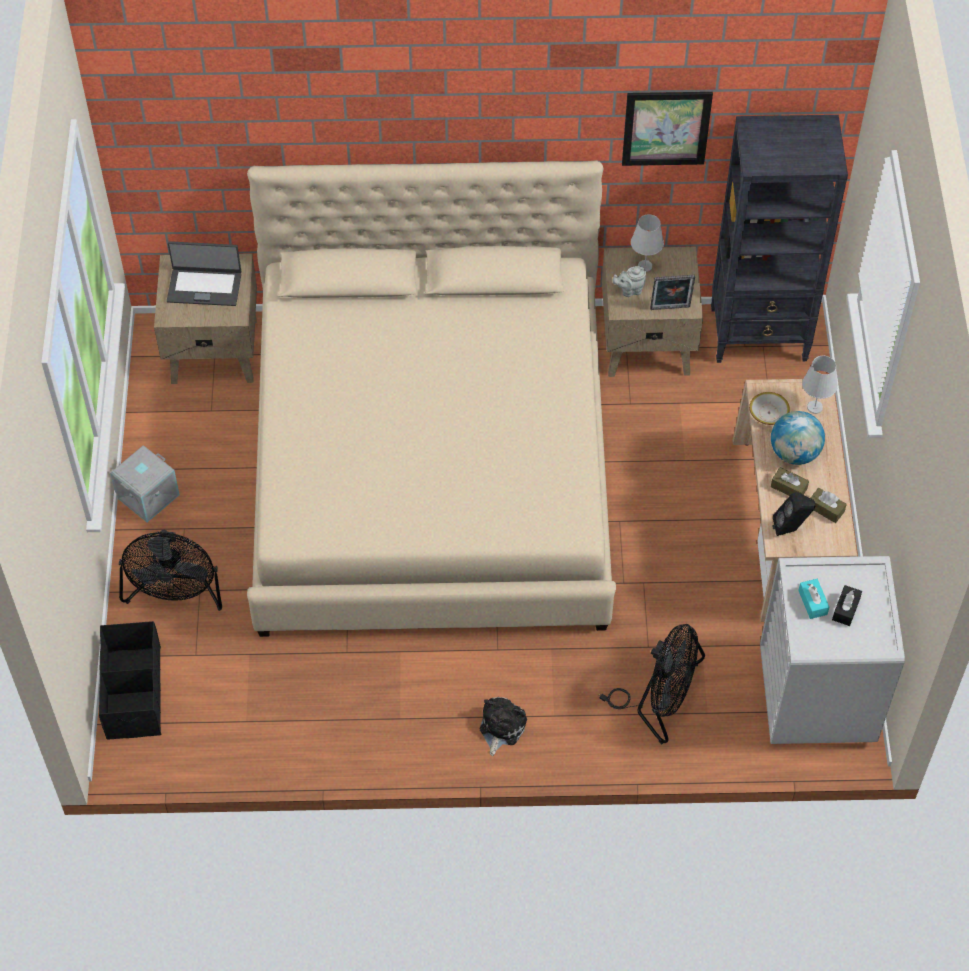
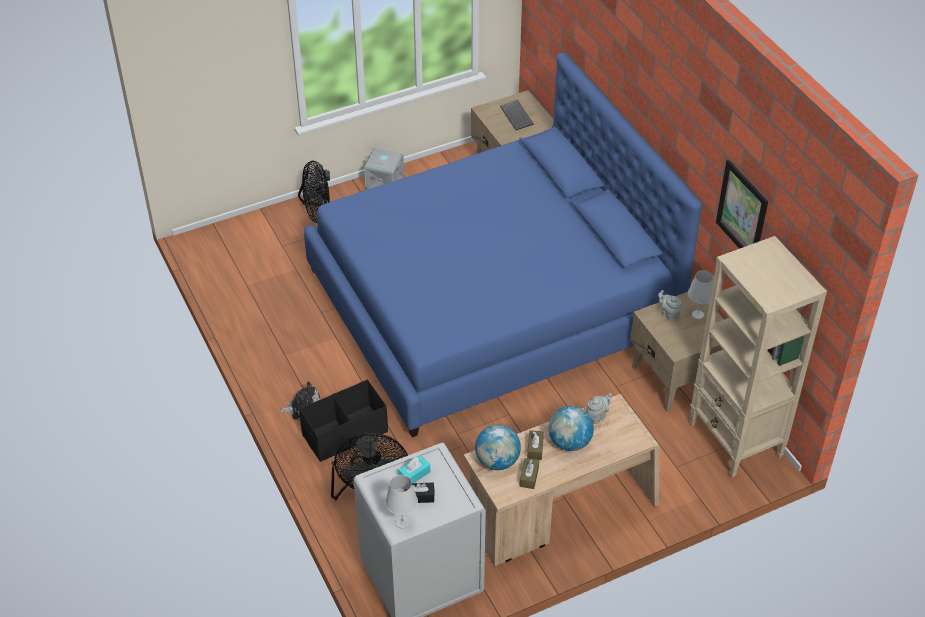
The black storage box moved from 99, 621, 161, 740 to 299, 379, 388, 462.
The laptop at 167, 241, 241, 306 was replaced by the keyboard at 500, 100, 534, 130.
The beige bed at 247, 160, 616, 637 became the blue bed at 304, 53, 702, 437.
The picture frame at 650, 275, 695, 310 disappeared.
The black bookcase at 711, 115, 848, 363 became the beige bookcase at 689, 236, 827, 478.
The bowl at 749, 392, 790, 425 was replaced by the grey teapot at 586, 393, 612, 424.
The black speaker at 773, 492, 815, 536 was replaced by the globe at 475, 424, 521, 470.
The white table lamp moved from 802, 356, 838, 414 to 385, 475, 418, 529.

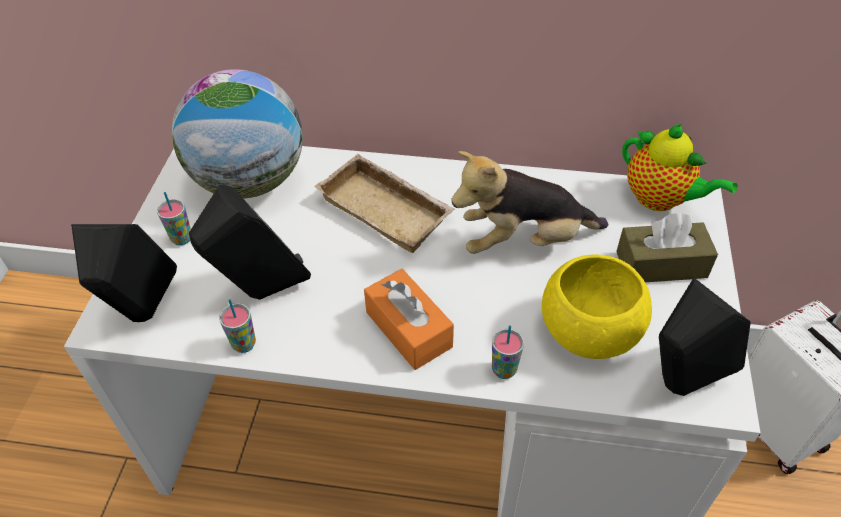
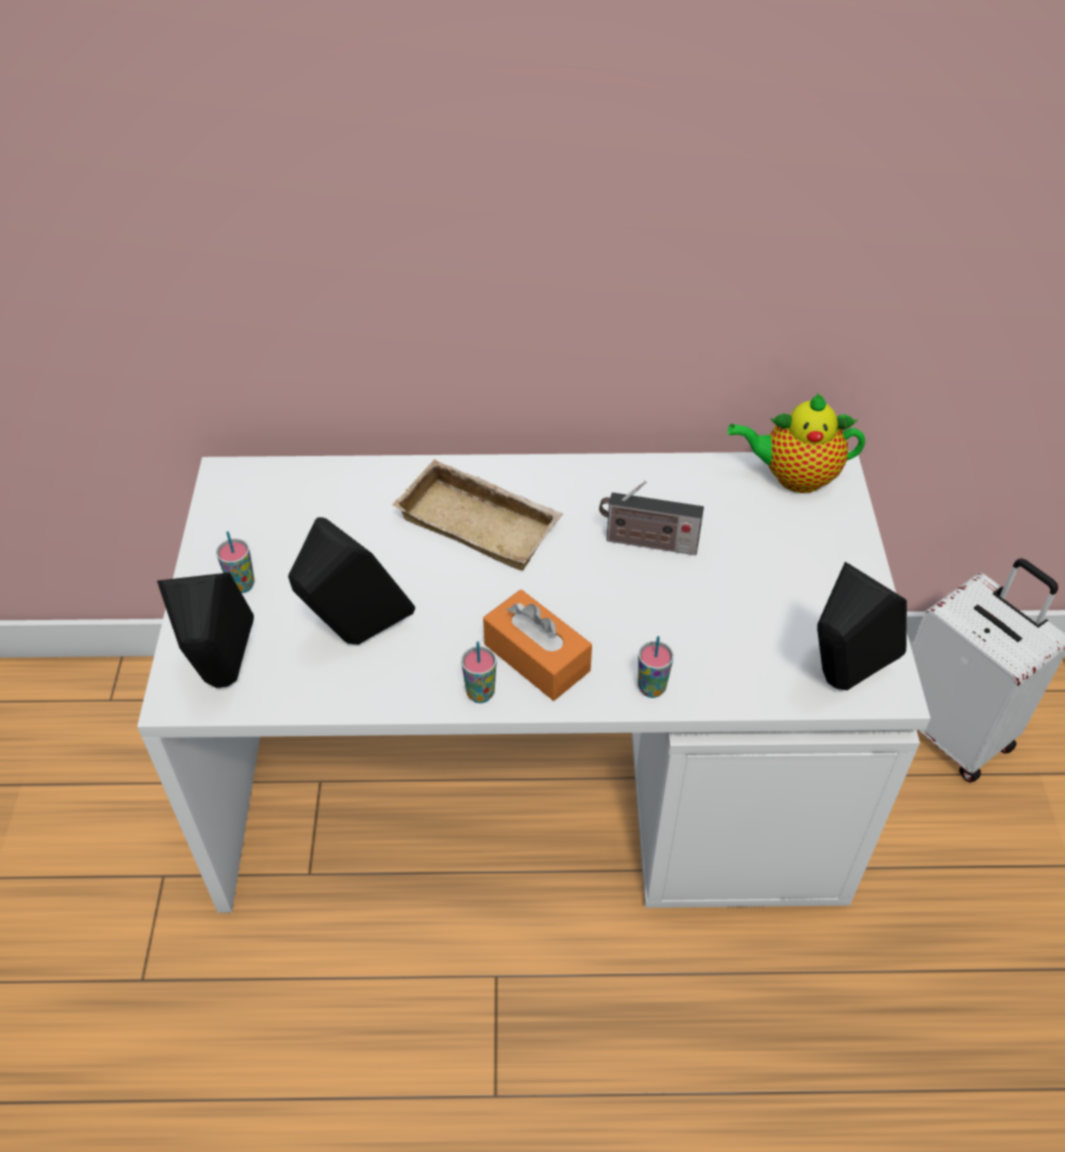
The globe at 172, 69, 303, 199 disappeared.
The cup moved from 219, 299, 256, 353 to 461, 641, 497, 703.
The plush toy at 451, 151, 608, 254 was replaced by the radio at 599, 480, 704, 555.
The yellow bowl at 542, 255, 652, 359 disappeared.
The brown tissue box at 616, 213, 718, 282 disappeared.
The teapot at 622, 124, 738, 211 turned 150 degrees clockwise.

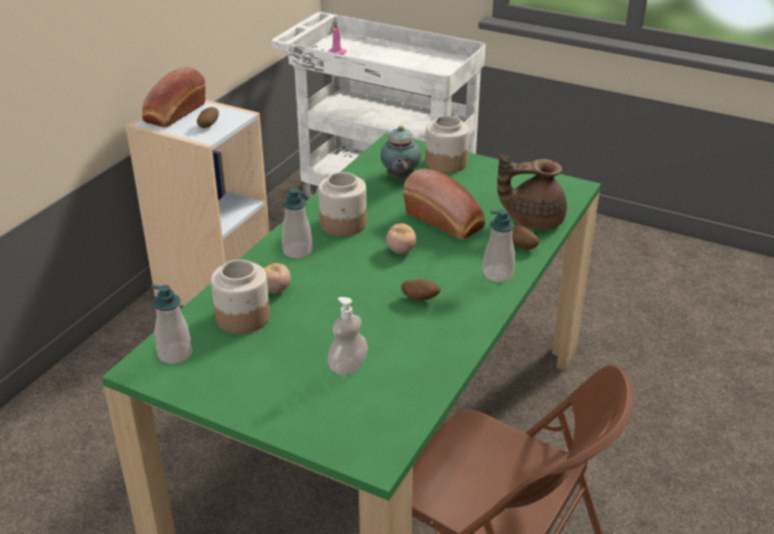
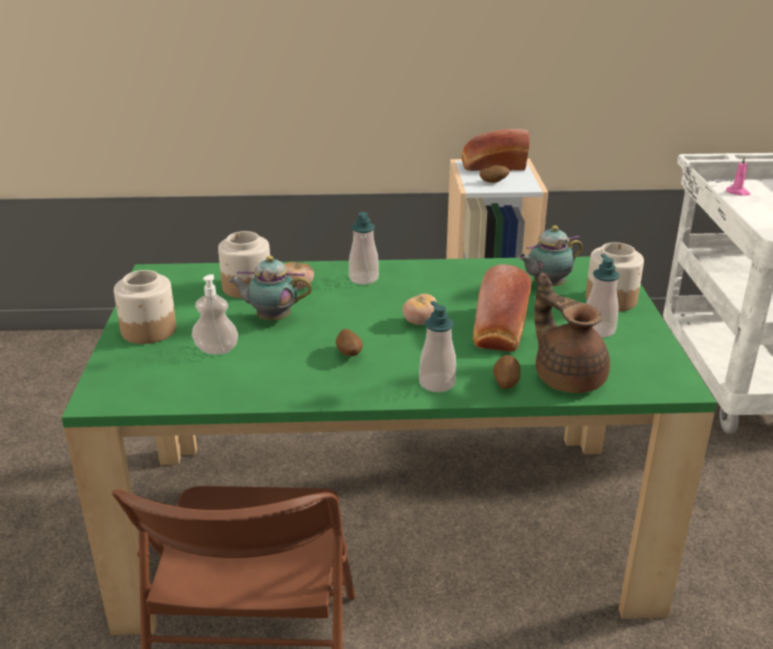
The soap dispenser moved from 151, 284, 193, 364 to 586, 254, 620, 338.
The jar moved from 318, 172, 367, 236 to 114, 270, 176, 344.
The teapot at 228, 256, 312, 320 appeared.

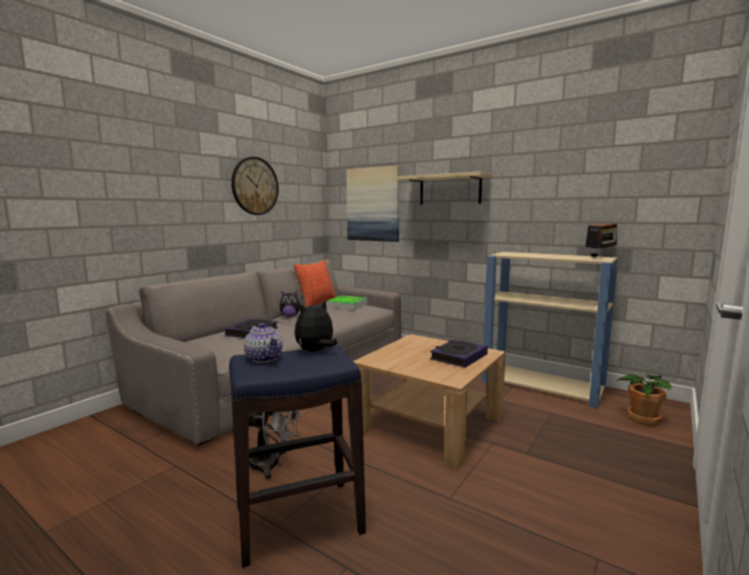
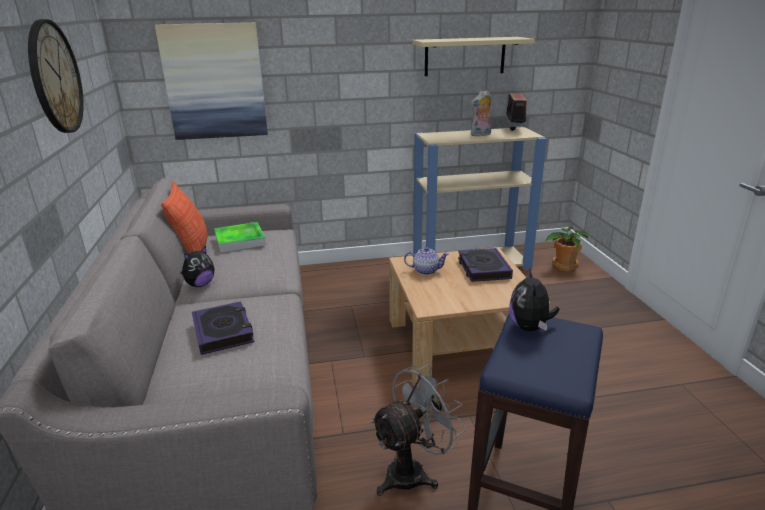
The teapot moved from 244, 323, 283, 363 to 404, 247, 449, 275.
The beige shelf moved from 397, 172, 493, 204 to 412, 37, 535, 76.
The plush toy at 471, 90, 492, 136 appeared.

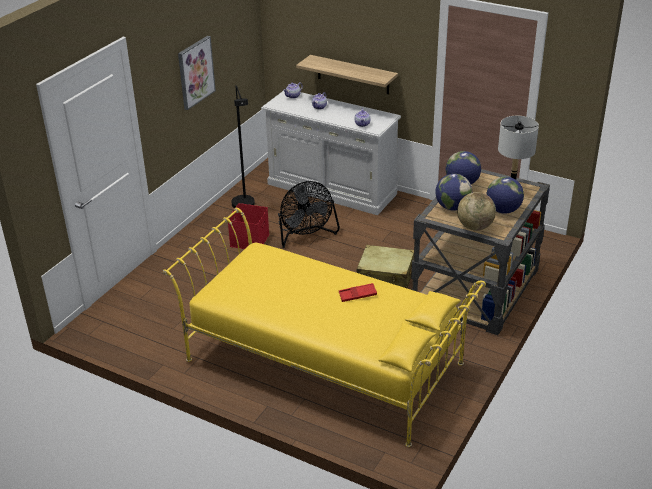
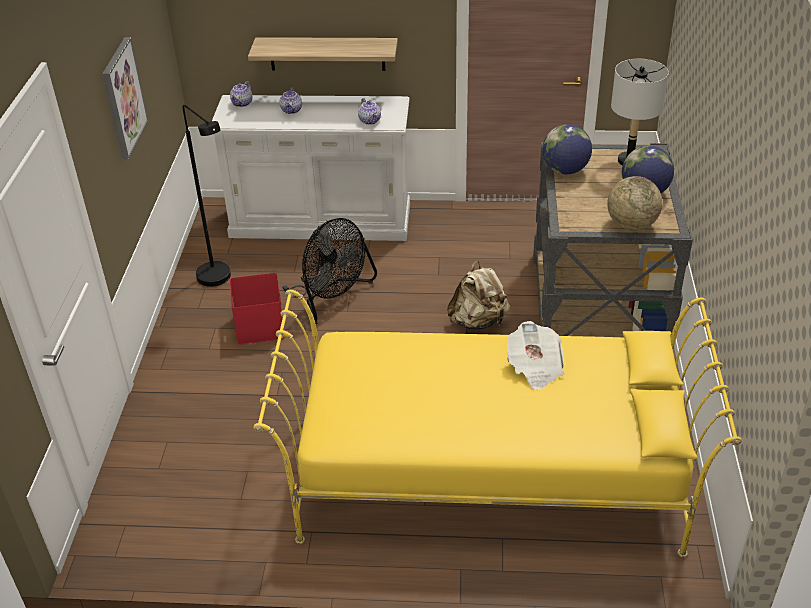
The red tray at 339, 283, 377, 302 was replaced by the newspaper at 507, 321, 565, 390.
The beige suitcase at 357, 245, 414, 288 was replaced by the beige backpack at 447, 261, 510, 330.
The globe at 435, 174, 472, 210 disappeared.

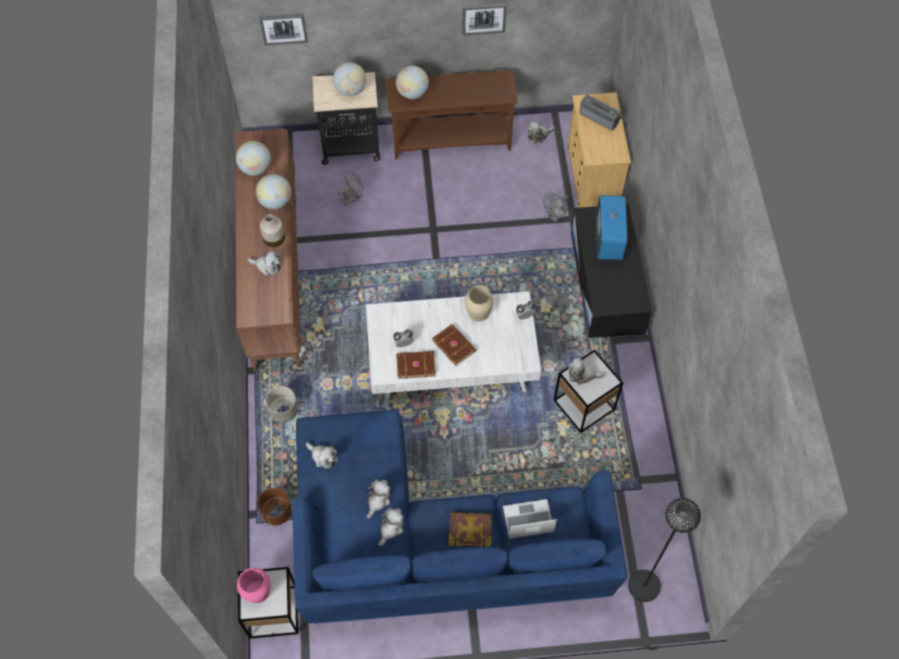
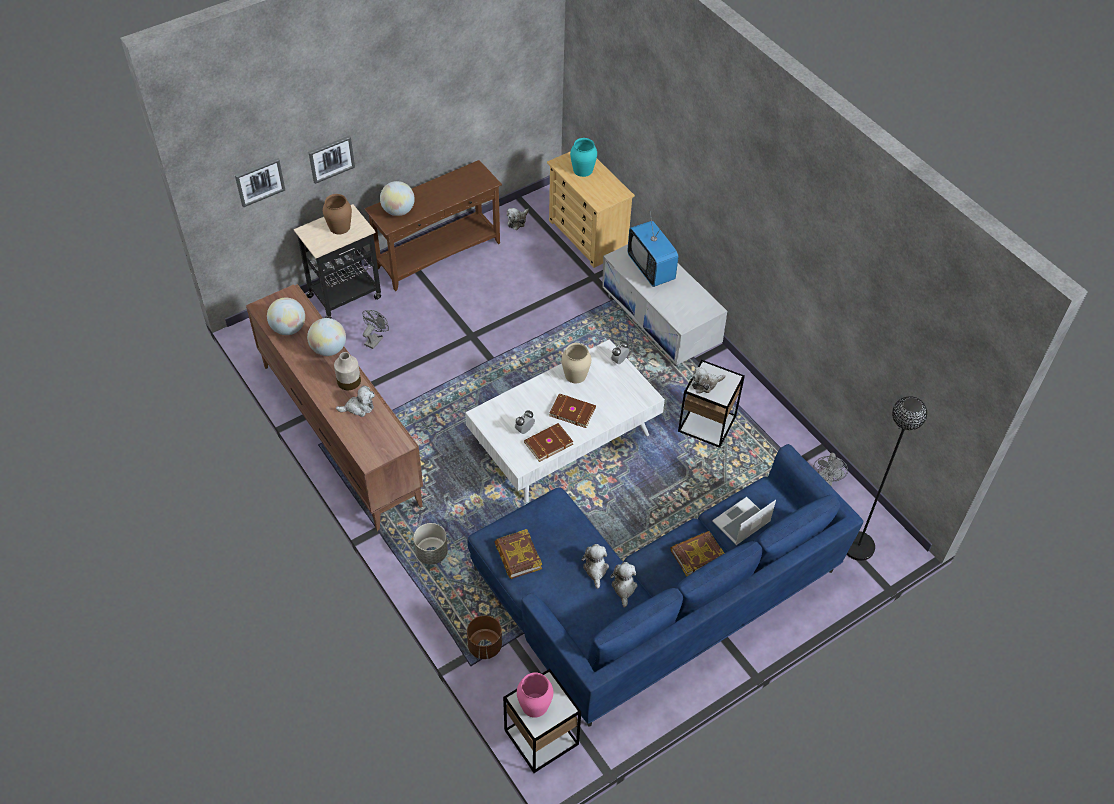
The plush toy at 306, 442, 338, 469 was replaced by the book at 495, 529, 542, 579.
The globe at 333, 62, 366, 96 was replaced by the brown vase at 323, 194, 352, 234.
The picture moved from 462, 4, 507, 35 to 308, 136, 355, 184.
The grey fan moved from 543, 193, 568, 222 to 813, 453, 848, 486.
The black tv stand at 571, 204, 652, 338 became the white tv stand at 602, 244, 727, 366.
The radio at 579, 94, 622, 131 was replaced by the turquoise vase at 570, 138, 597, 177.

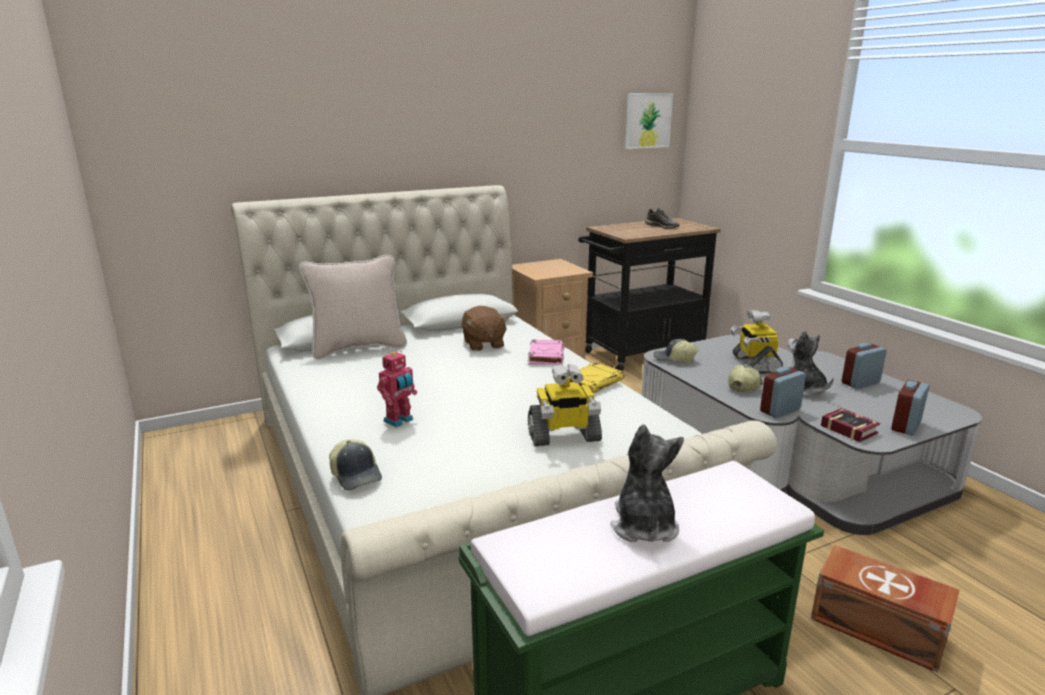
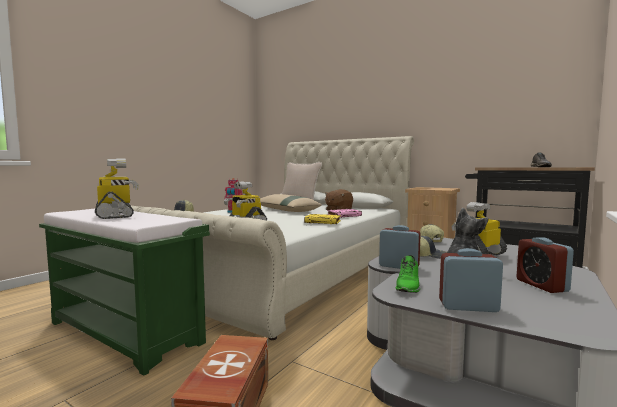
The plush toy at 610, 424, 684, 542 was replaced by the toy robot at 95, 158, 139, 219.
The picture at 625, 93, 673, 149 disappeared.
The book at 821, 408, 880, 442 was replaced by the green shoe at 395, 255, 420, 293.
The alarm clock at 842, 342, 887, 389 turned 135 degrees counterclockwise.
The beige pillow at 260, 194, 322, 212 appeared.

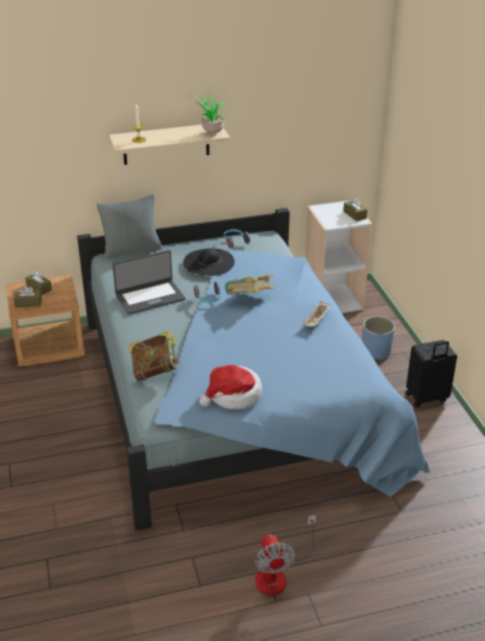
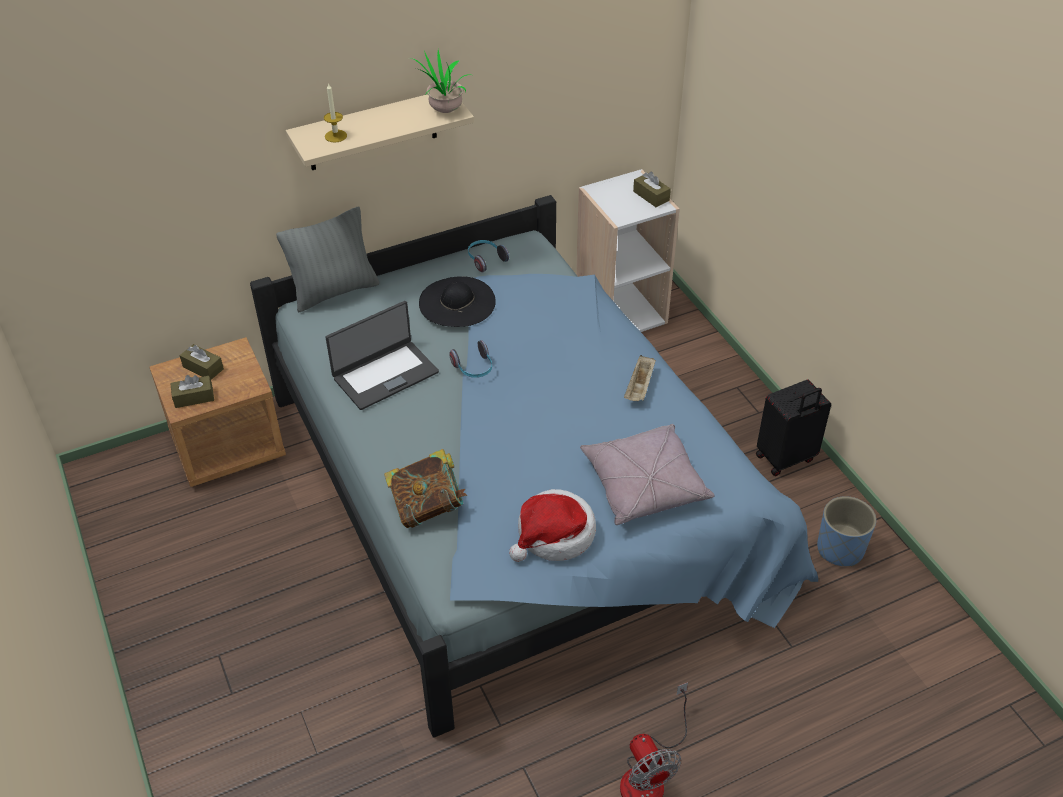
The book at 225, 275, 275, 295 disappeared.
The blue planter moved from 362, 316, 395, 360 to 817, 496, 876, 566.
The purple pillow at 580, 424, 715, 525 appeared.

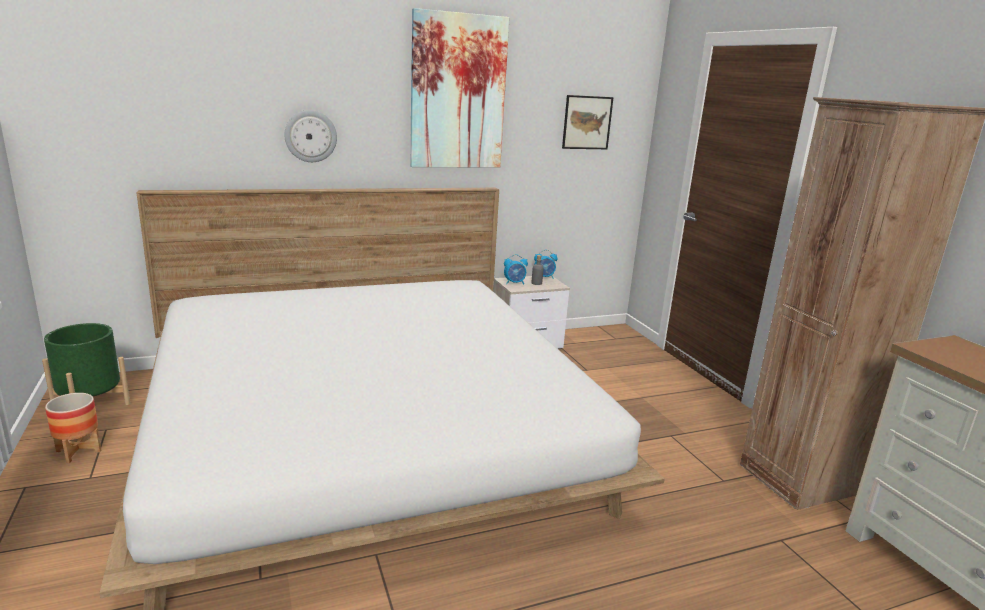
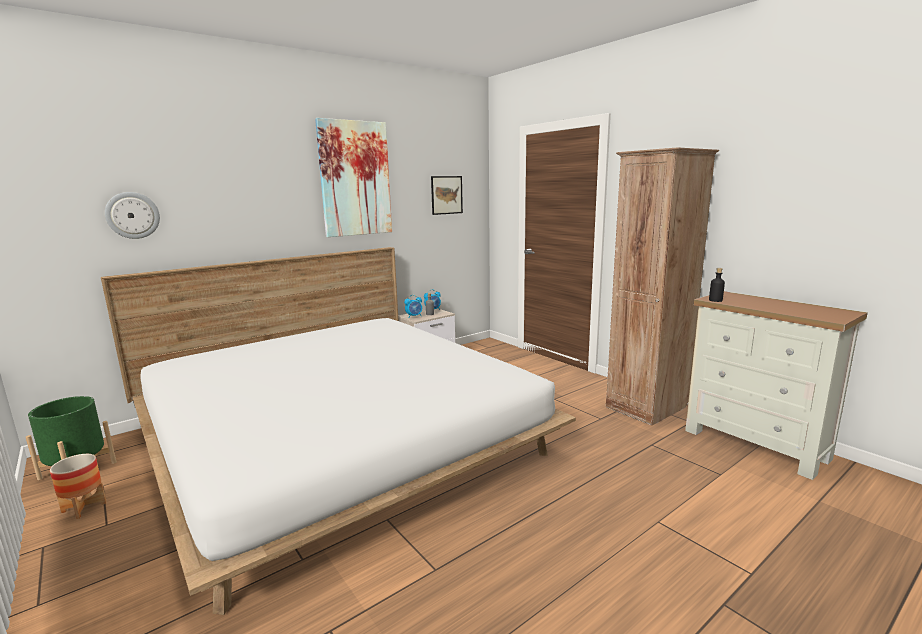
The wall clock moved from 284, 110, 337, 162 to 105, 192, 160, 239.
The black bottle at 709, 268, 725, 302 appeared.

